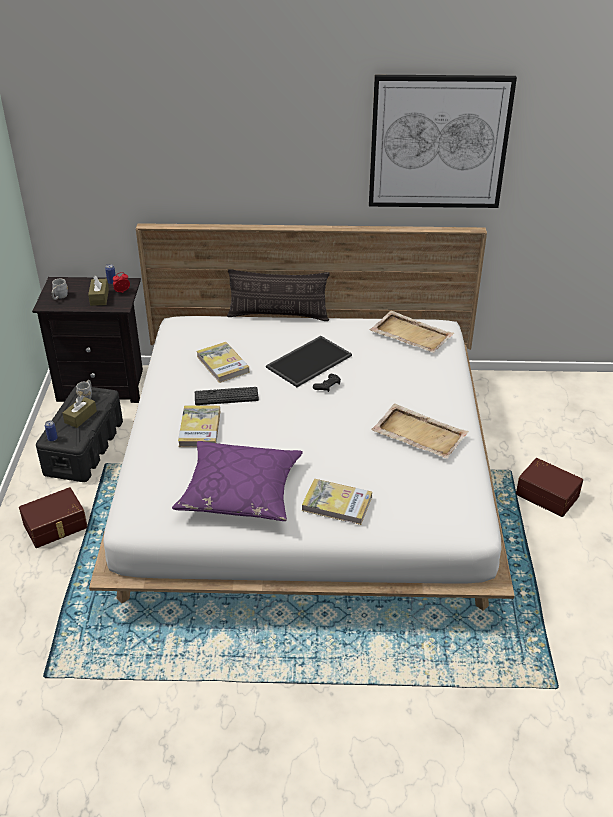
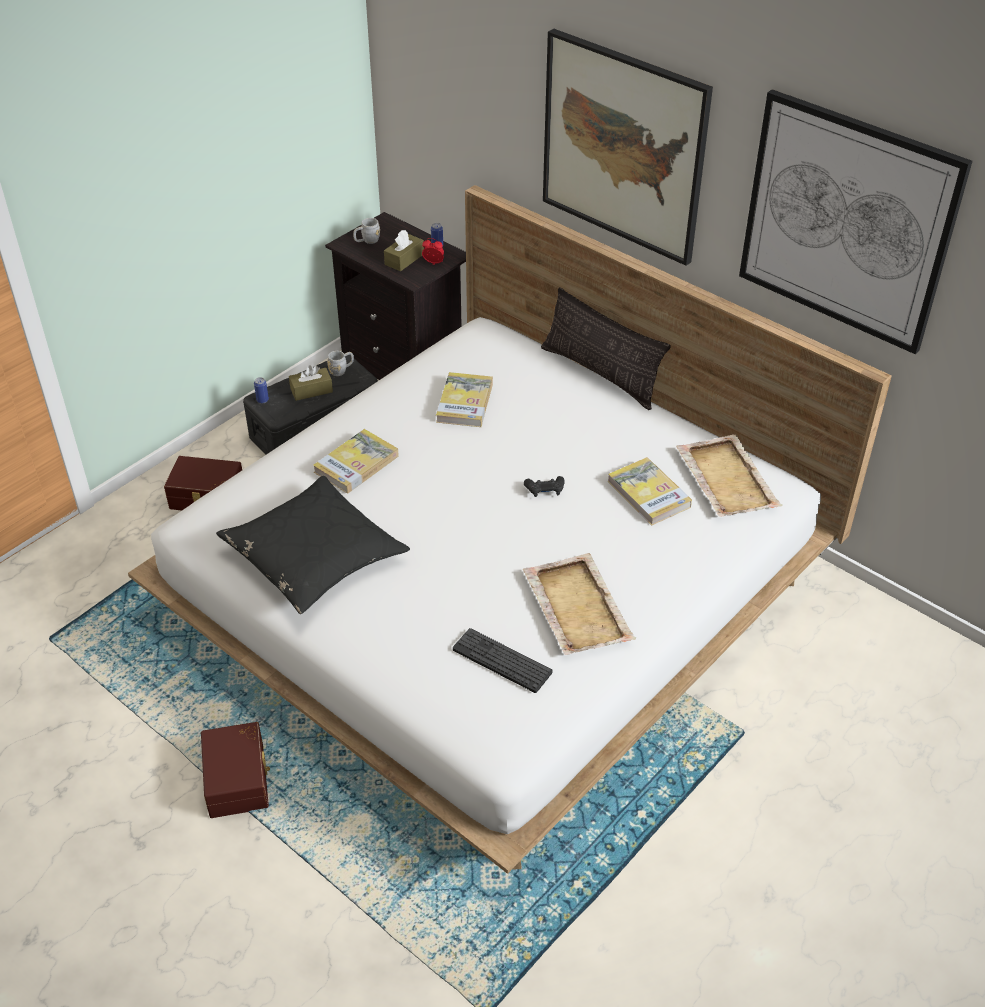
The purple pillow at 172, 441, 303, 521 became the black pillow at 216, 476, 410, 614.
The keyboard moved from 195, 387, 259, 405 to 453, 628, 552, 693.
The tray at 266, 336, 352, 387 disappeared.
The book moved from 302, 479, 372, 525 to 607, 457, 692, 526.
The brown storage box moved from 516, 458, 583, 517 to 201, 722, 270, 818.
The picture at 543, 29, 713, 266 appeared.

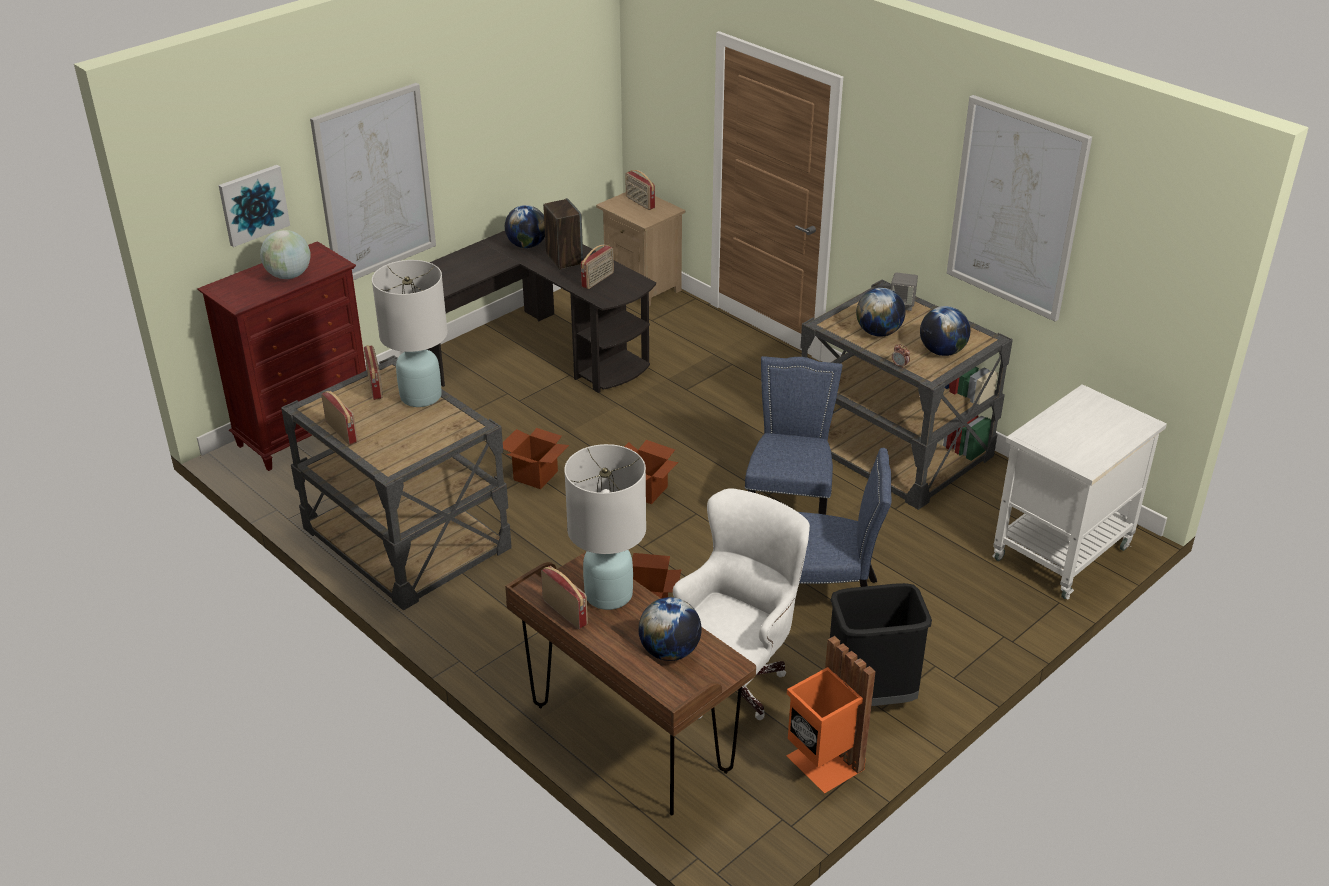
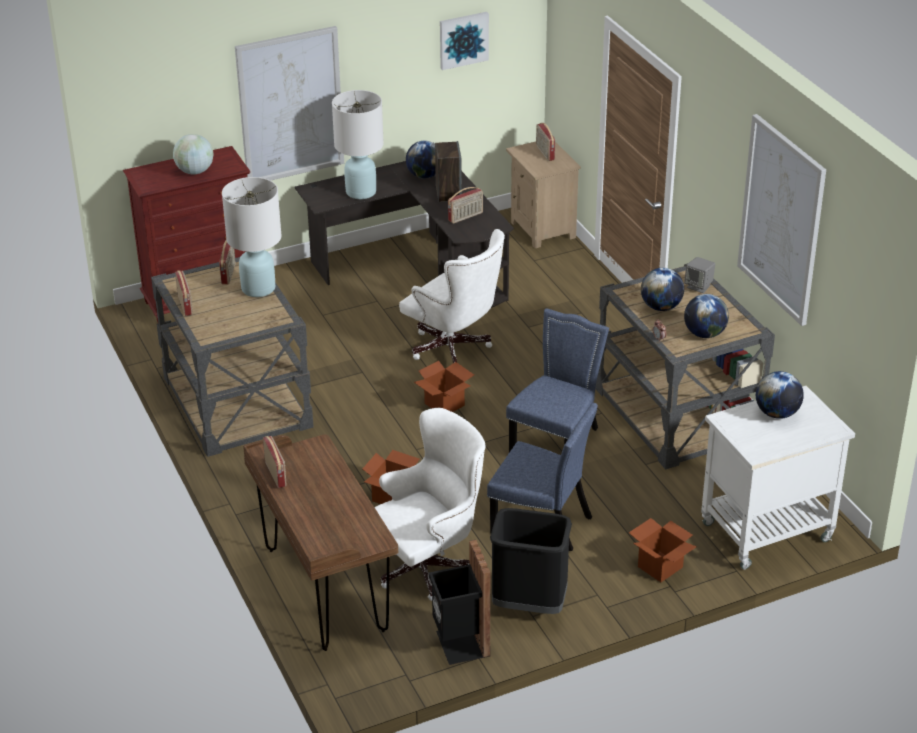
The picture moved from 219, 165, 290, 247 to 440, 12, 489, 70.
The cardboard box moved from 503, 428, 569, 489 to 629, 518, 696, 582.
The white table lamp moved from 564, 444, 646, 610 to 332, 90, 384, 199.
The globe moved from 638, 597, 702, 661 to 756, 371, 804, 419.
The orange trash can at 786, 636, 876, 793 became the black trash can at 429, 540, 491, 665.
The white office chair at 399, 229, 505, 363 appeared.

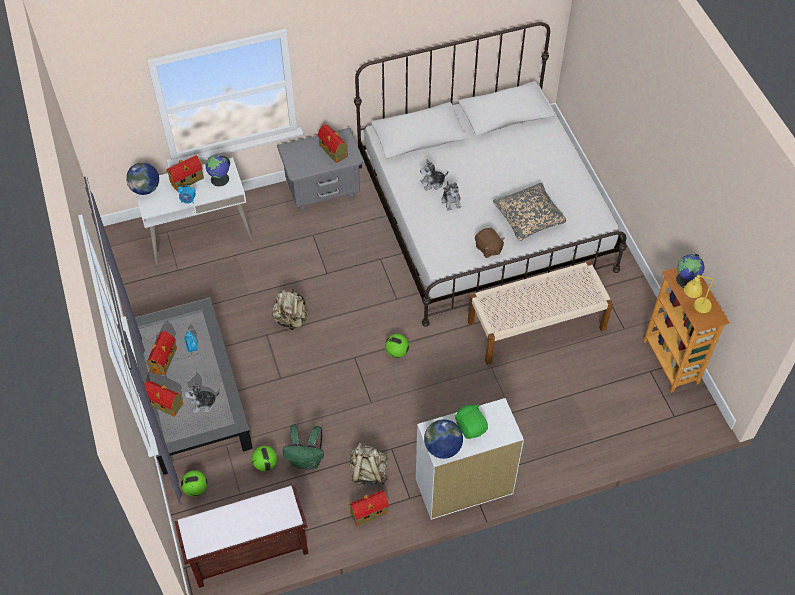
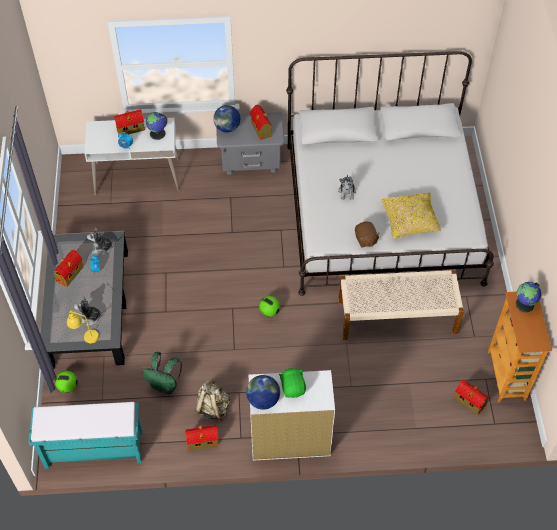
The globe moved from 126, 163, 159, 195 to 213, 105, 240, 132.
The toy house moved from 144, 381, 183, 417 to 454, 380, 489, 415.
The brown bench at 175, 486, 308, 588 became the turquoise bench at 28, 402, 143, 469.
The football at 252, 446, 277, 471 disappeared.
The beige backpack at 272, 288, 308, 331 disappeared.
The plush toy moved from 420, 159, 449, 191 to 87, 227, 116, 255.
The grey pillow at 493, 183, 566, 241 became the yellow pillow at 381, 192, 441, 239.
The yellow table lamp moved from 684, 275, 713, 313 to 67, 310, 99, 343.

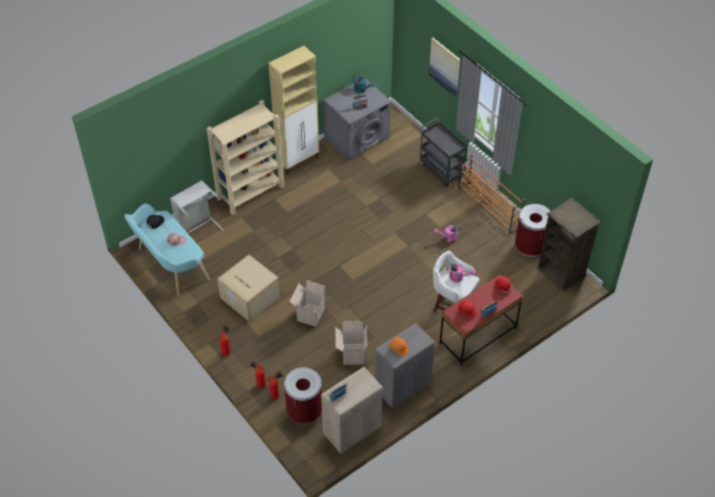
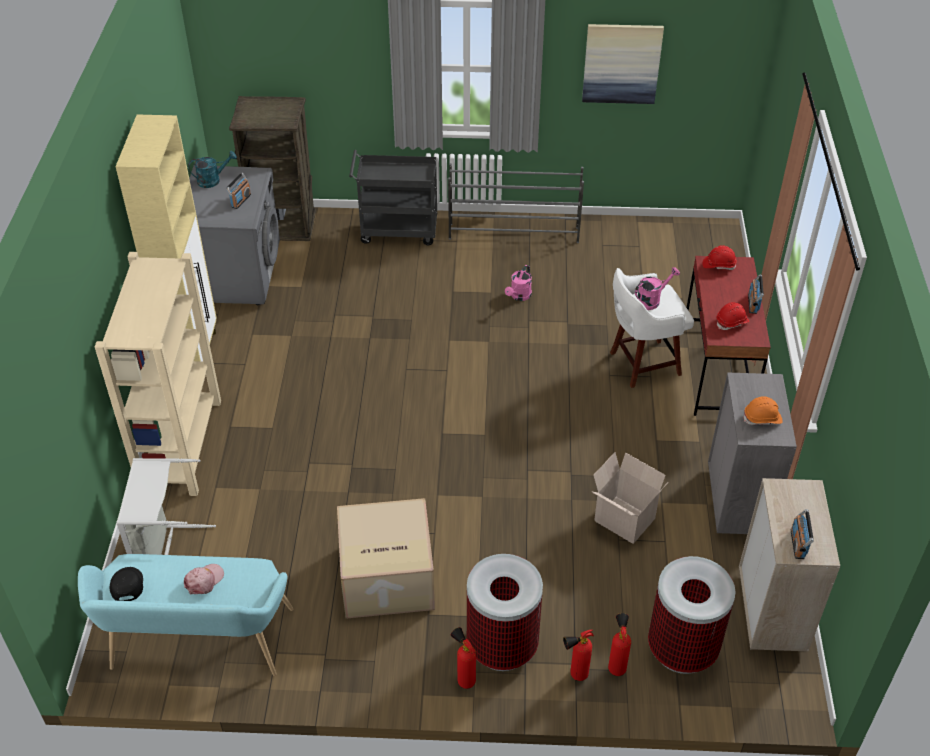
The cardboard box at 290, 280, 327, 327 disappeared.
The picture moved from 429, 38, 460, 96 to 582, 24, 664, 104.
The orange shoe rack at 458, 154, 525, 236 became the grey shoe rack at 448, 163, 584, 243.
The trash can moved from 515, 204, 550, 257 to 467, 554, 543, 671.
The brown bookcase moved from 536, 198, 601, 292 to 229, 96, 316, 241.

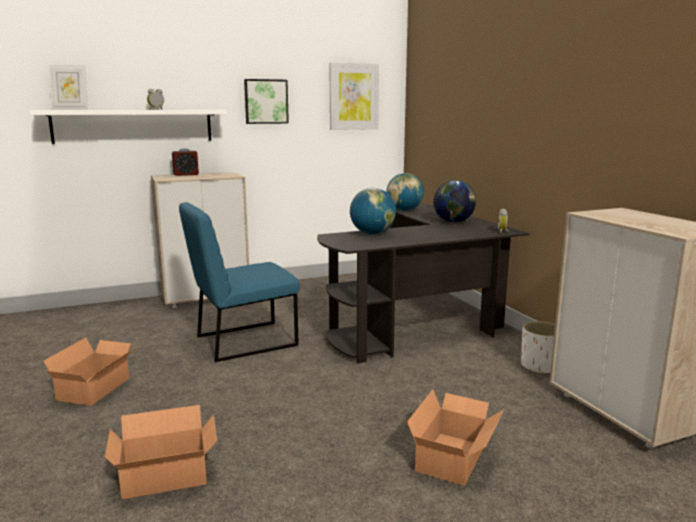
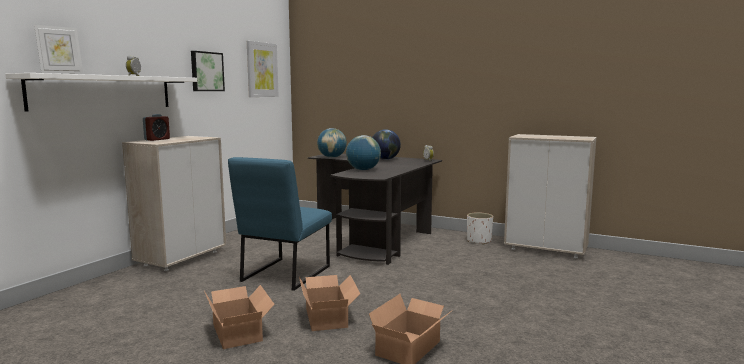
The cardboard box moved from 407, 389, 504, 486 to 299, 275, 360, 331.

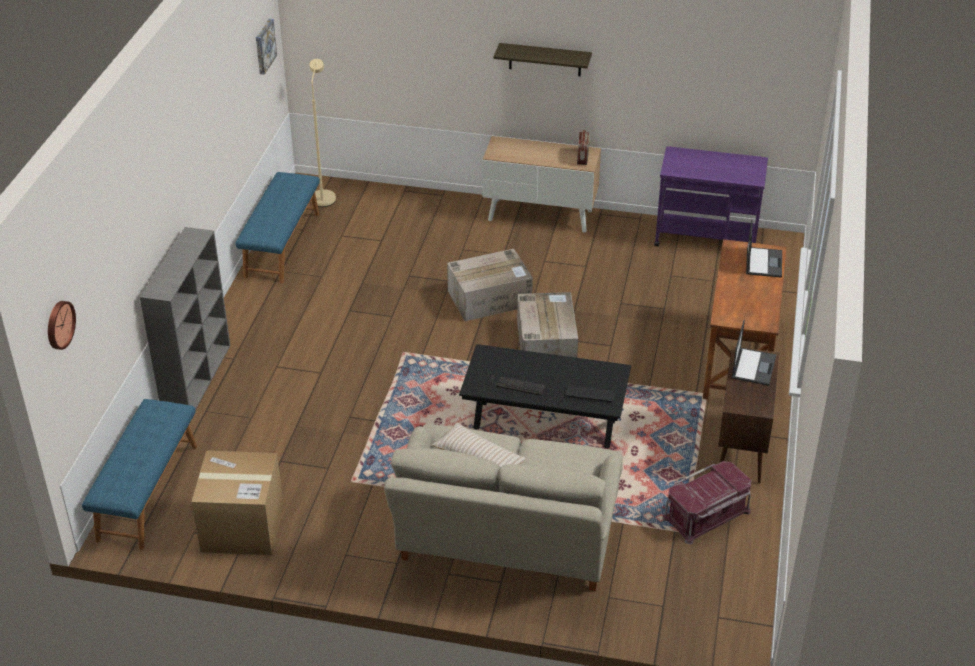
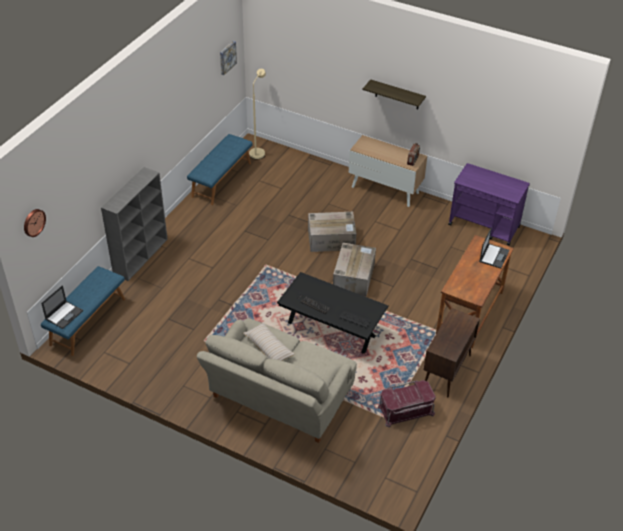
The cardboard box at 192, 451, 283, 555 disappeared.
The laptop moved from 731, 320, 776, 386 to 41, 285, 83, 329.

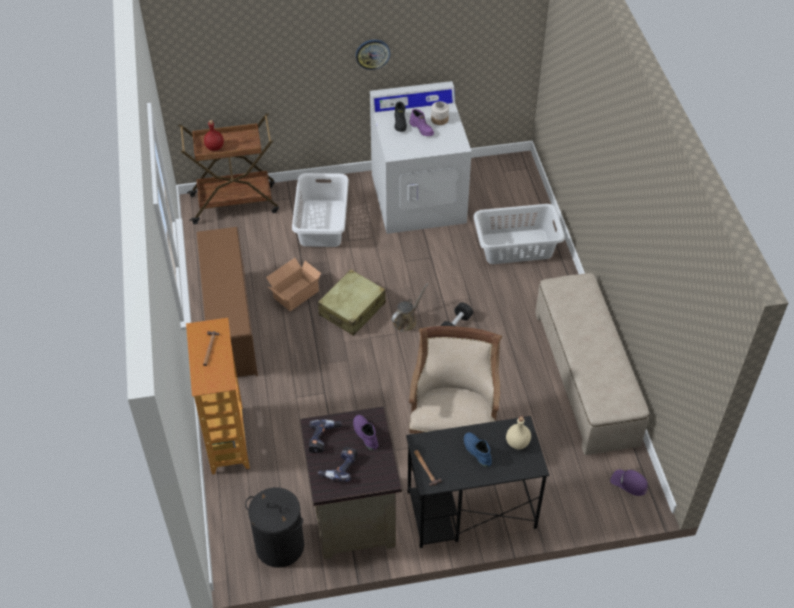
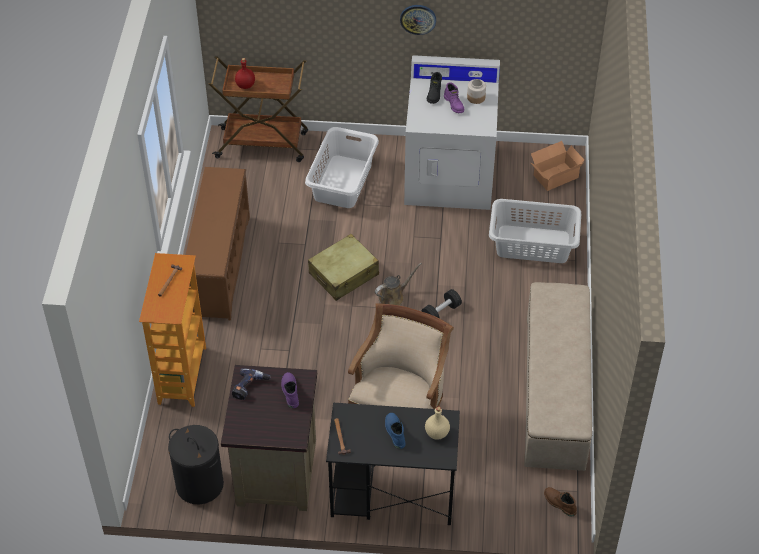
The cardboard box moved from 266, 258, 321, 311 to 531, 141, 584, 191.
The power drill at 318, 447, 357, 482 disappeared.
The purple cap at 610, 469, 648, 496 was replaced by the brown boot at 544, 487, 577, 516.

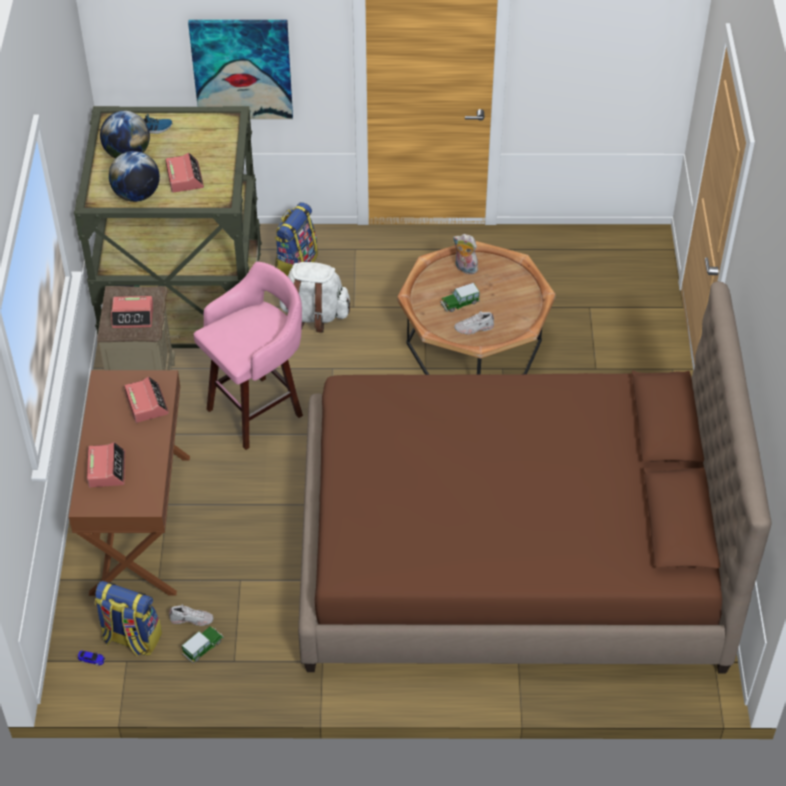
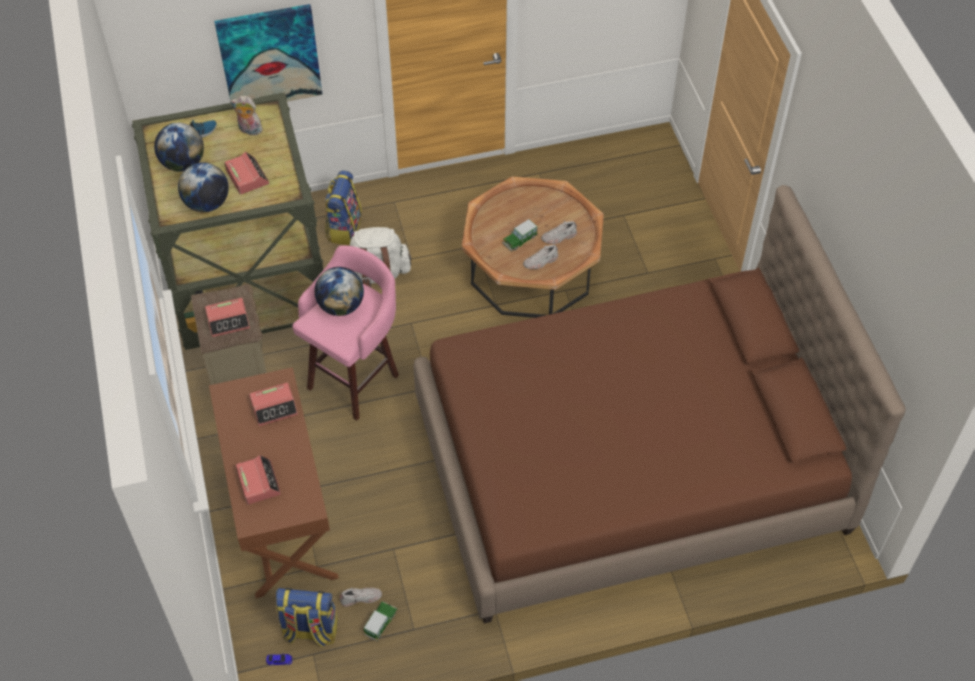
The alarm clock at 124, 377, 169, 423 turned 105 degrees clockwise.
The plush toy moved from 453, 234, 478, 274 to 230, 96, 264, 136.
The globe at 315, 267, 364, 316 appeared.
The white shoe at 541, 221, 577, 244 appeared.

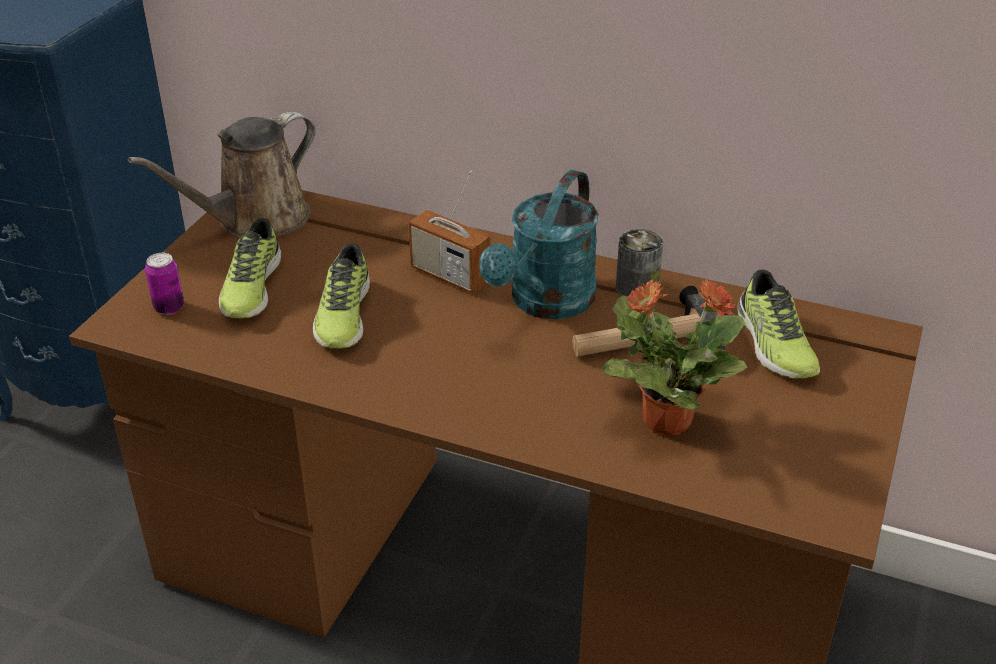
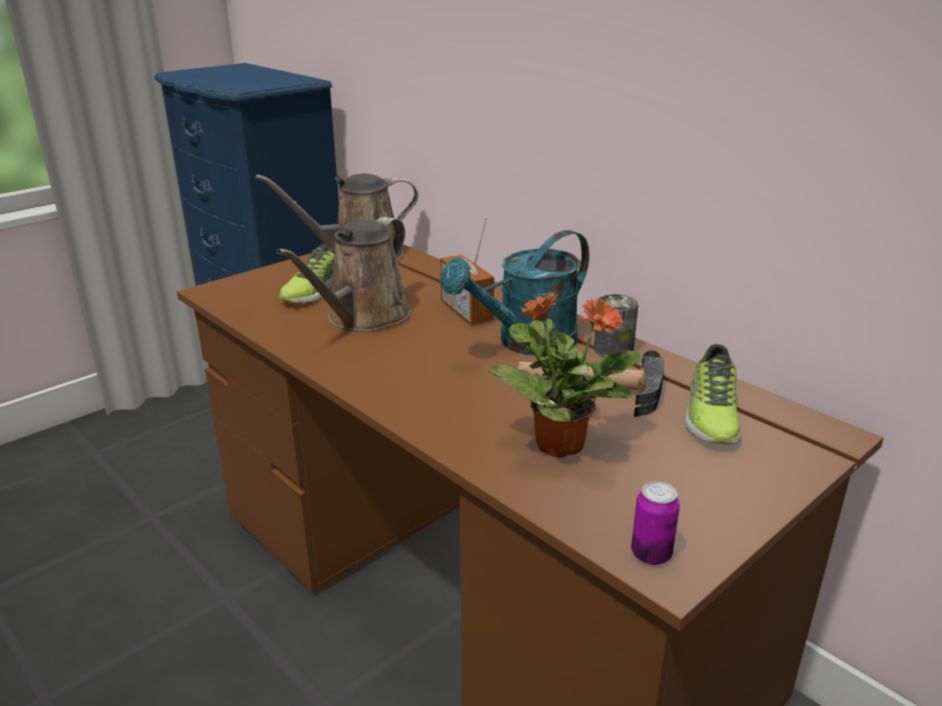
The can moved from 145, 253, 184, 315 to 631, 481, 680, 565.
The shoe at 313, 243, 370, 349 was replaced by the brown watering can at 276, 217, 411, 332.

